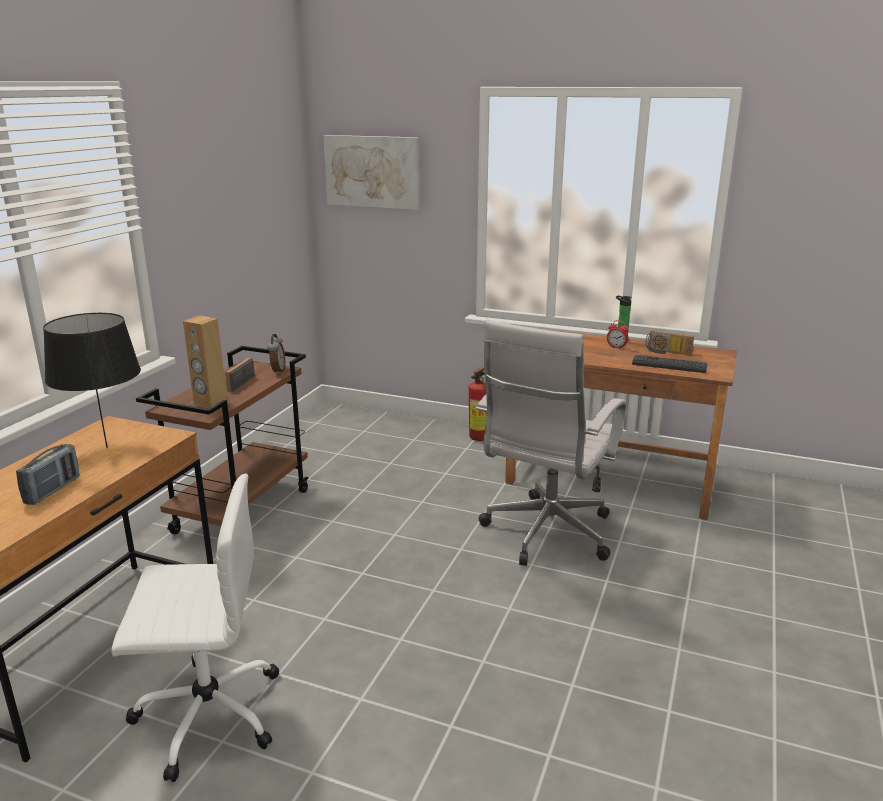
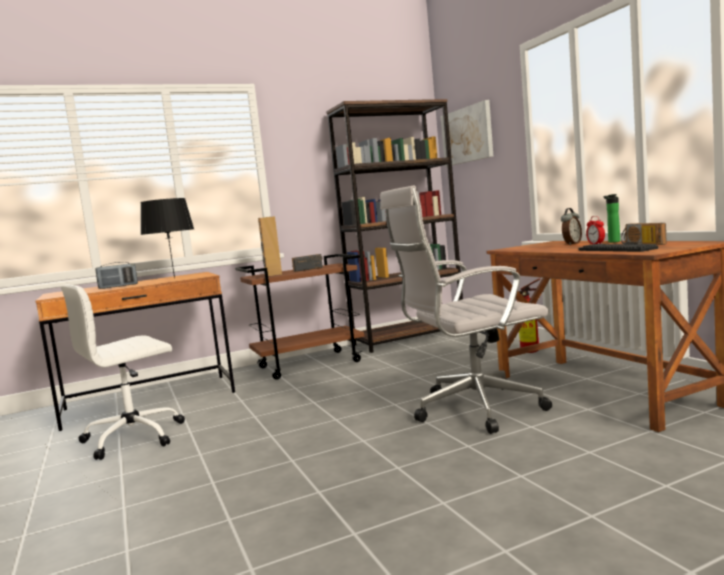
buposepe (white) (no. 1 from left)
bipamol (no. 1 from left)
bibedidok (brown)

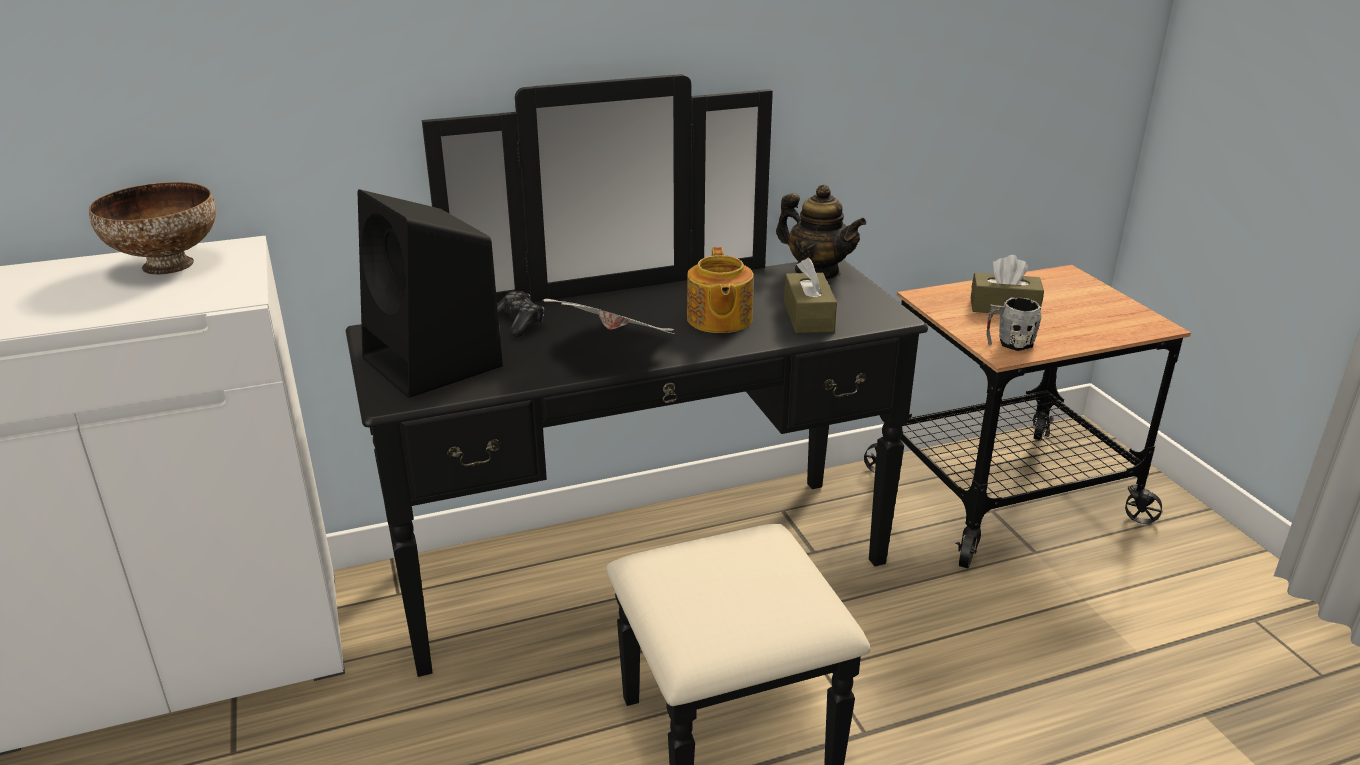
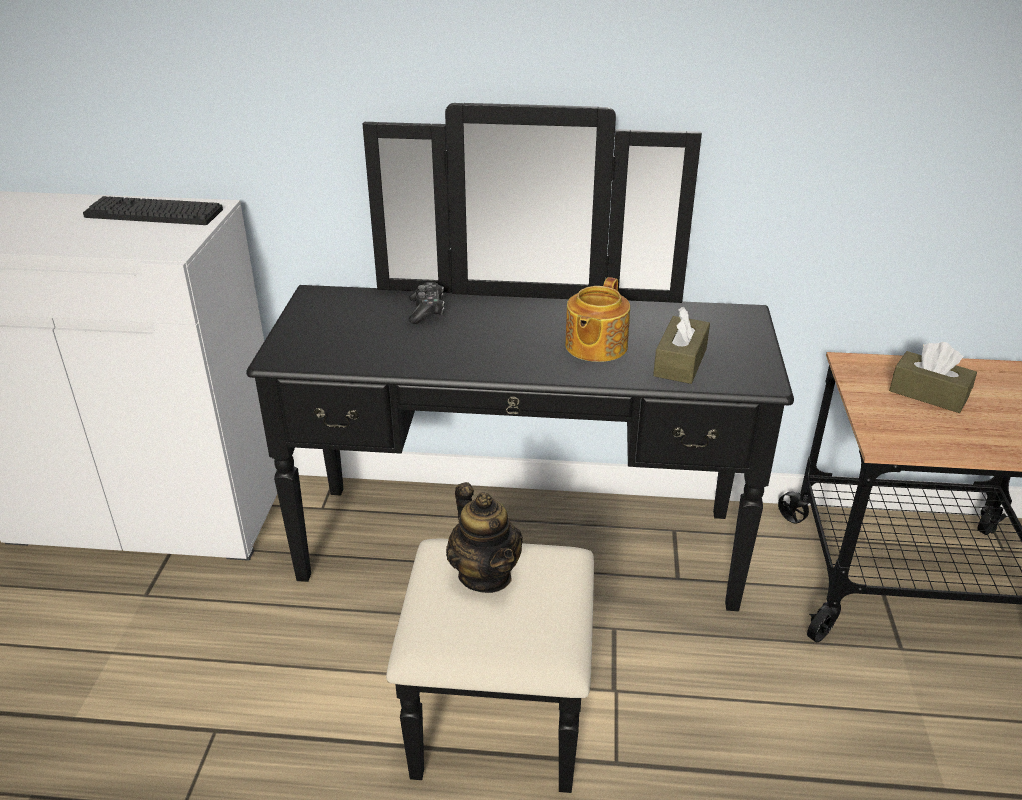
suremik
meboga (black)
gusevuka
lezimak (no. 1 from left)
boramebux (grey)

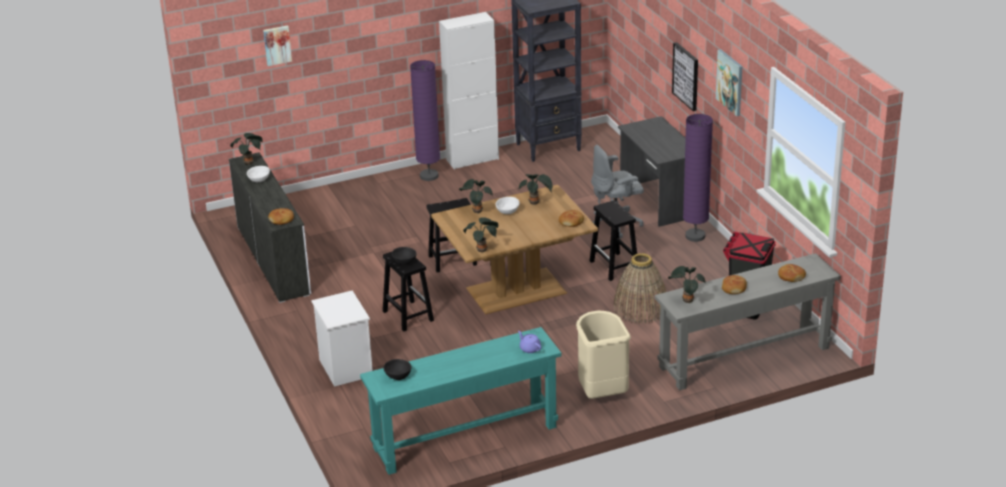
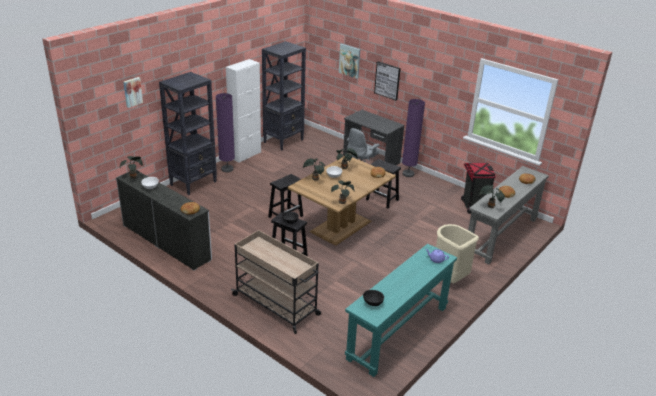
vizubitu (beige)
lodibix
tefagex (no. 2 from left)
bibedidok (black) (no. 1 from left)

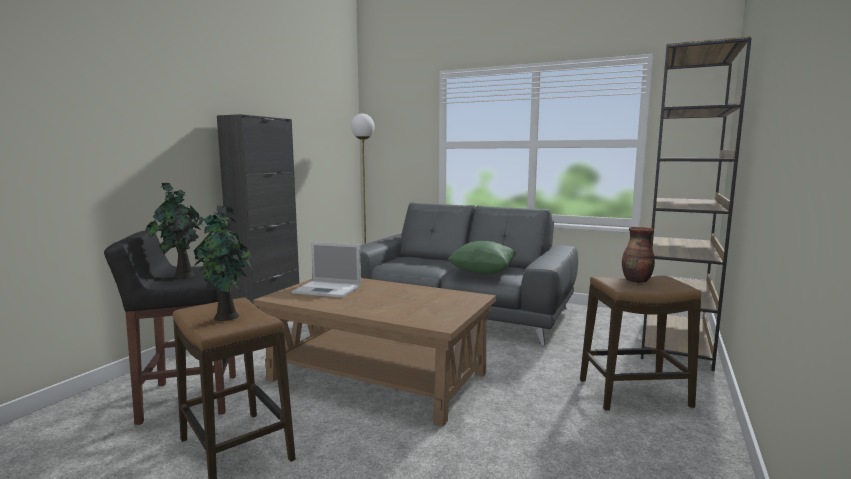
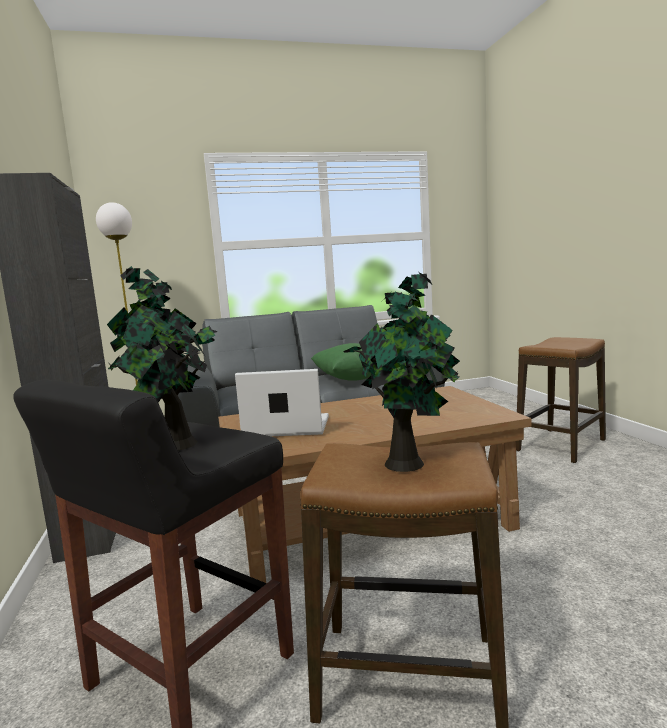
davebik
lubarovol
bibedidok (brown)

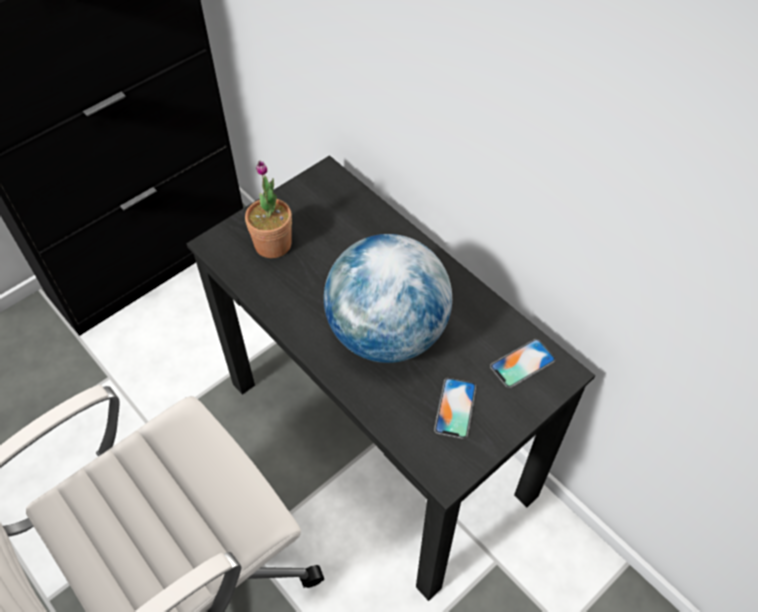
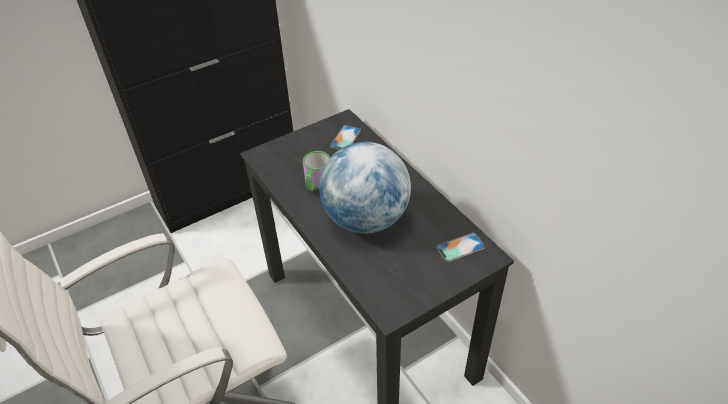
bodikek
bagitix (no. 1 from left)
boramebux

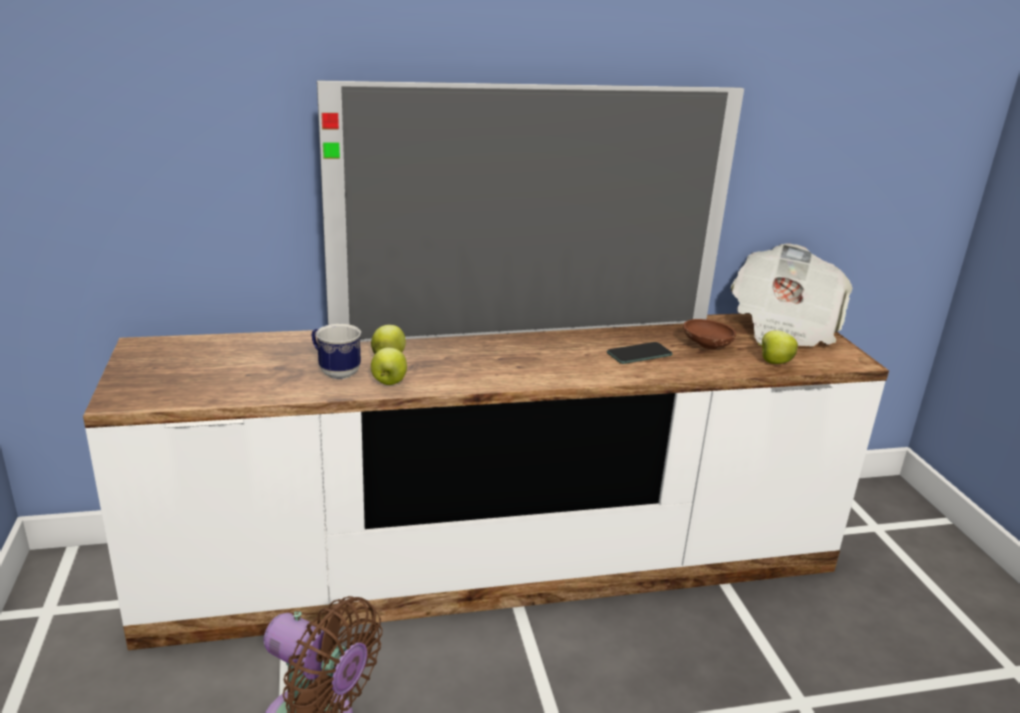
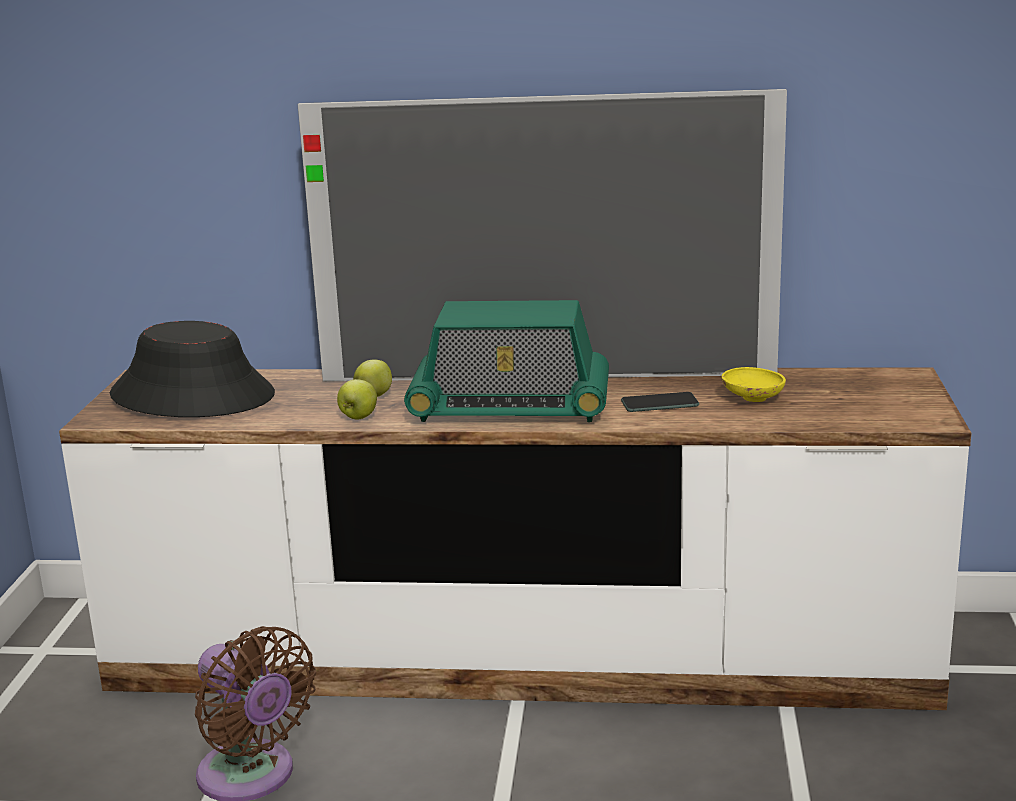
boramebux
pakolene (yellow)
gusevuka
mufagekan (no. 3 from left in the first image)
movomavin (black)
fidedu

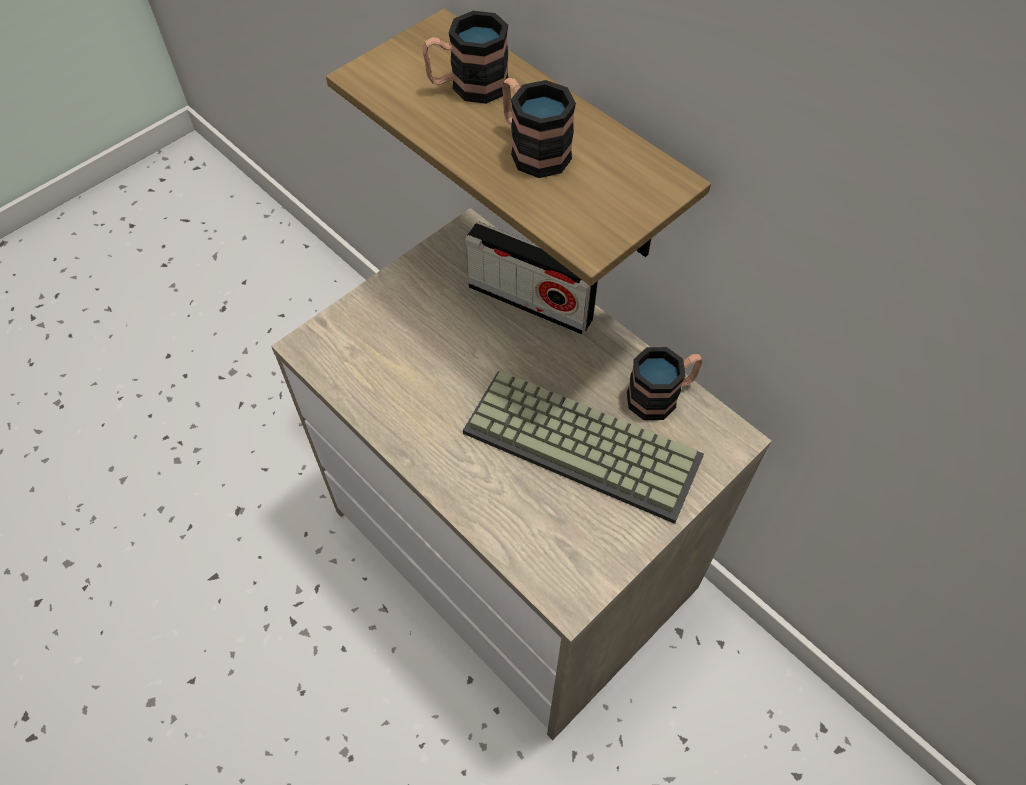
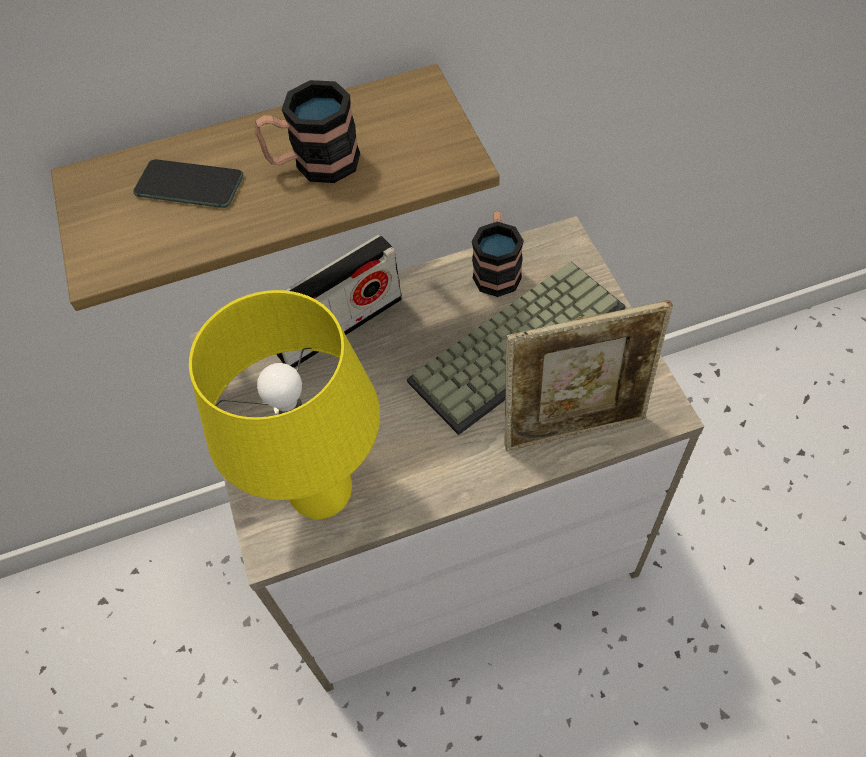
bagitix
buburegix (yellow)
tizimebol

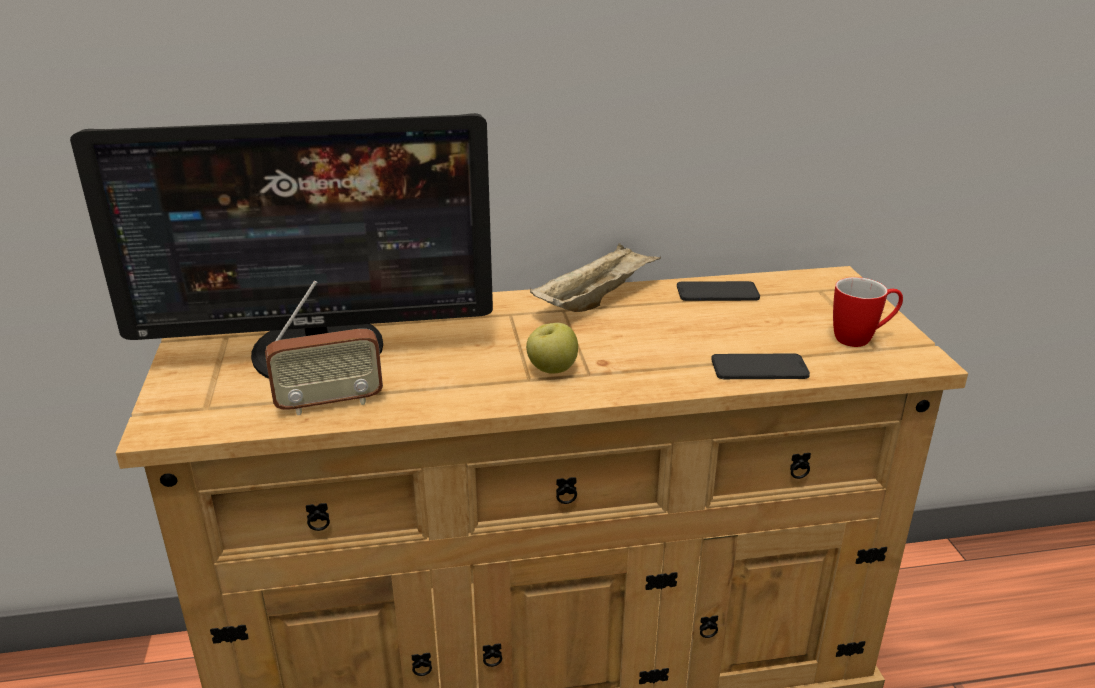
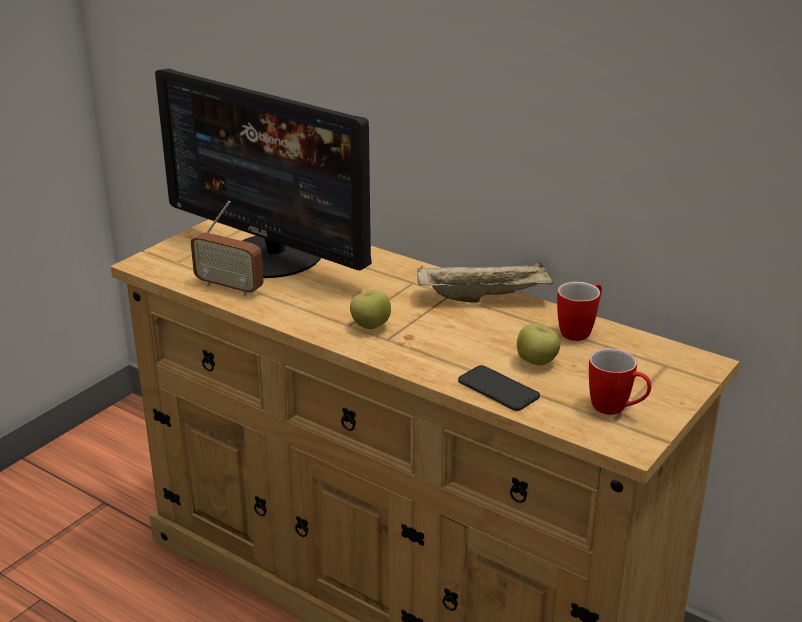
boramebux (no. 1 from left)
mufagekan (no. 2 from left)

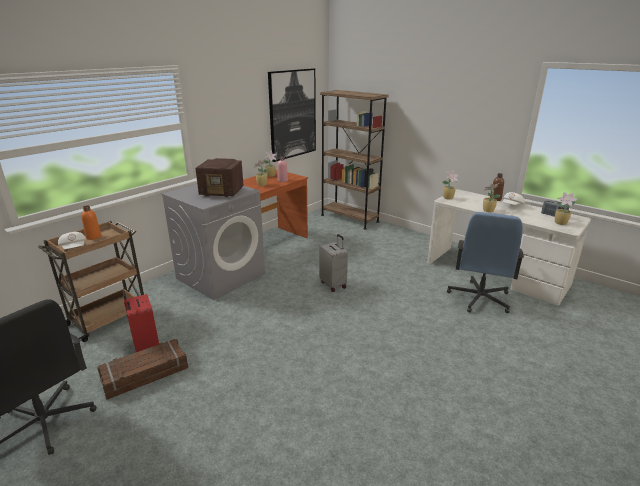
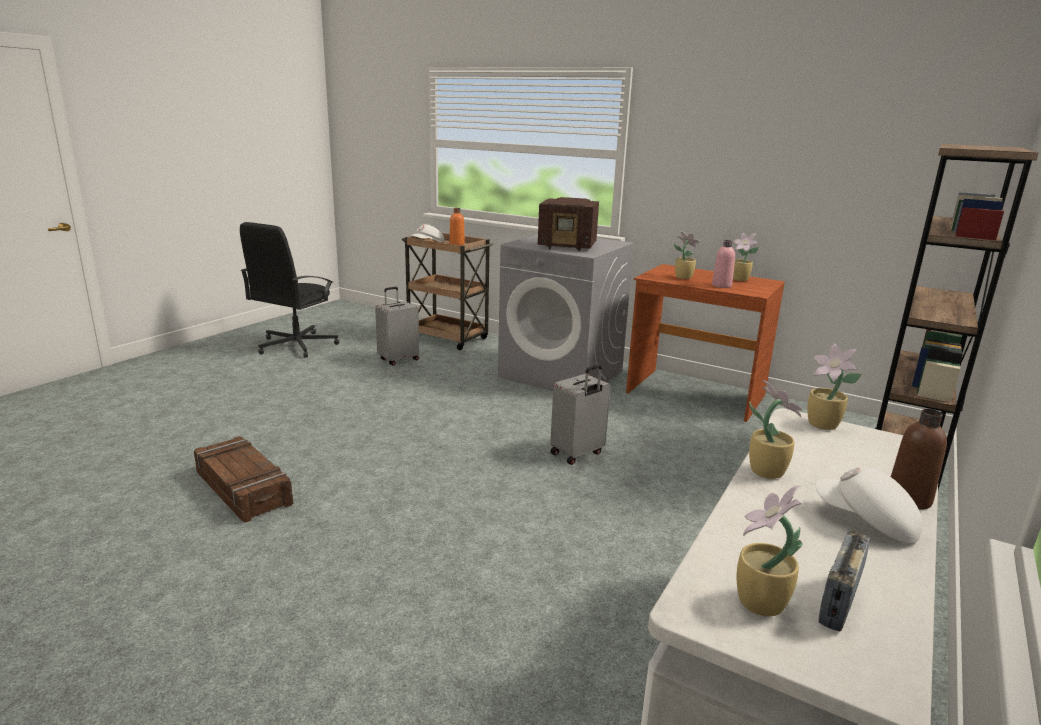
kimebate
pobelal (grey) (no. 1 from left)
fidedu (no. 1 from left)
tefagex
buposepe (blue)

